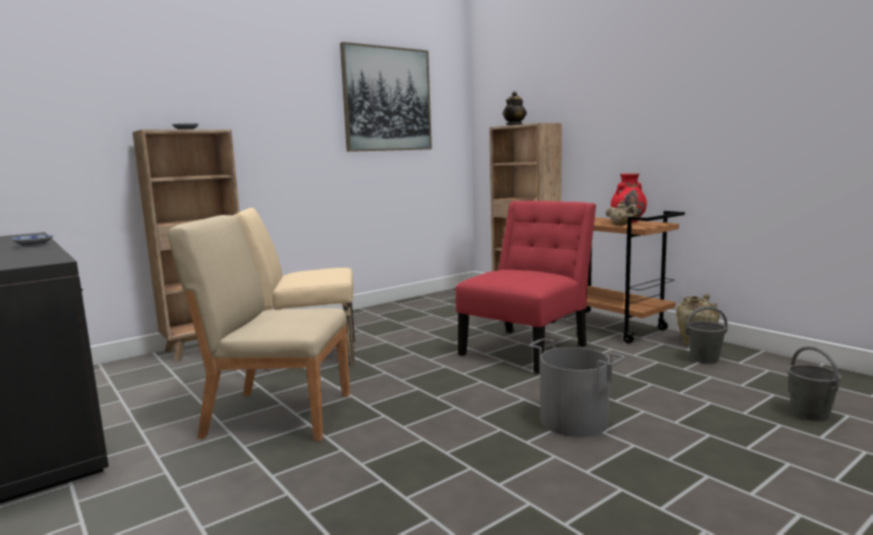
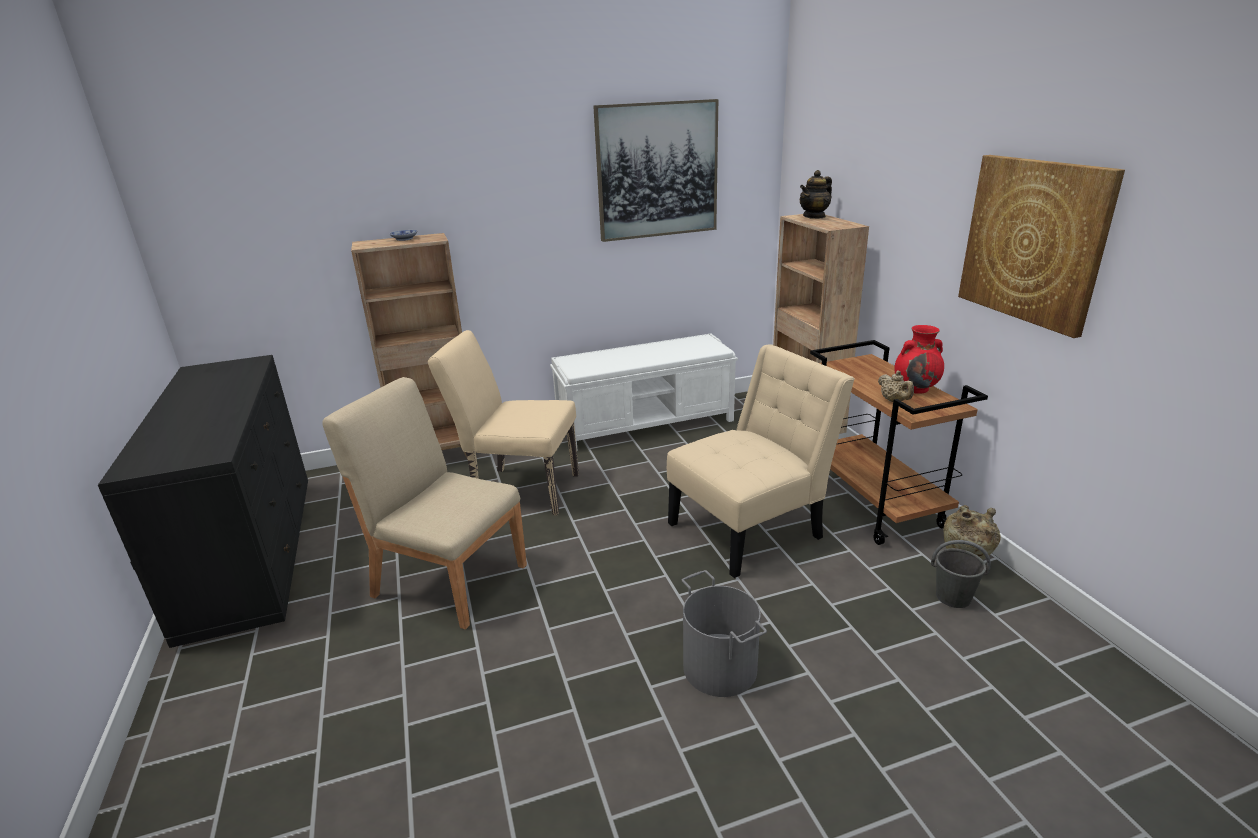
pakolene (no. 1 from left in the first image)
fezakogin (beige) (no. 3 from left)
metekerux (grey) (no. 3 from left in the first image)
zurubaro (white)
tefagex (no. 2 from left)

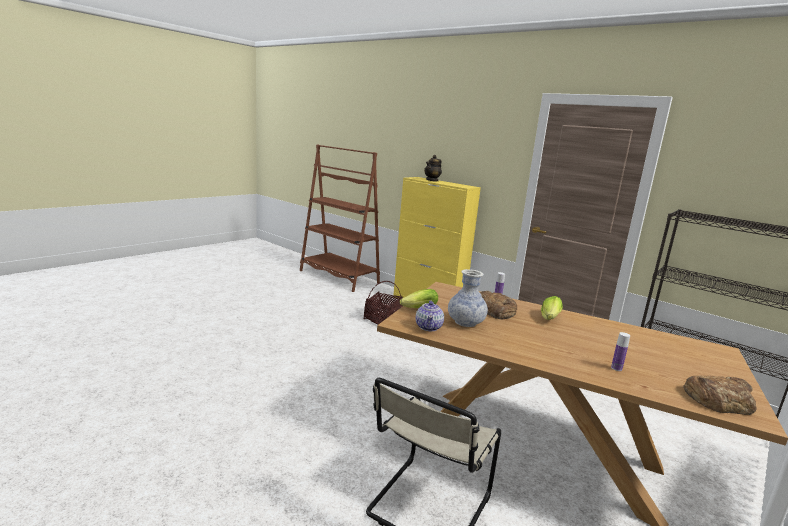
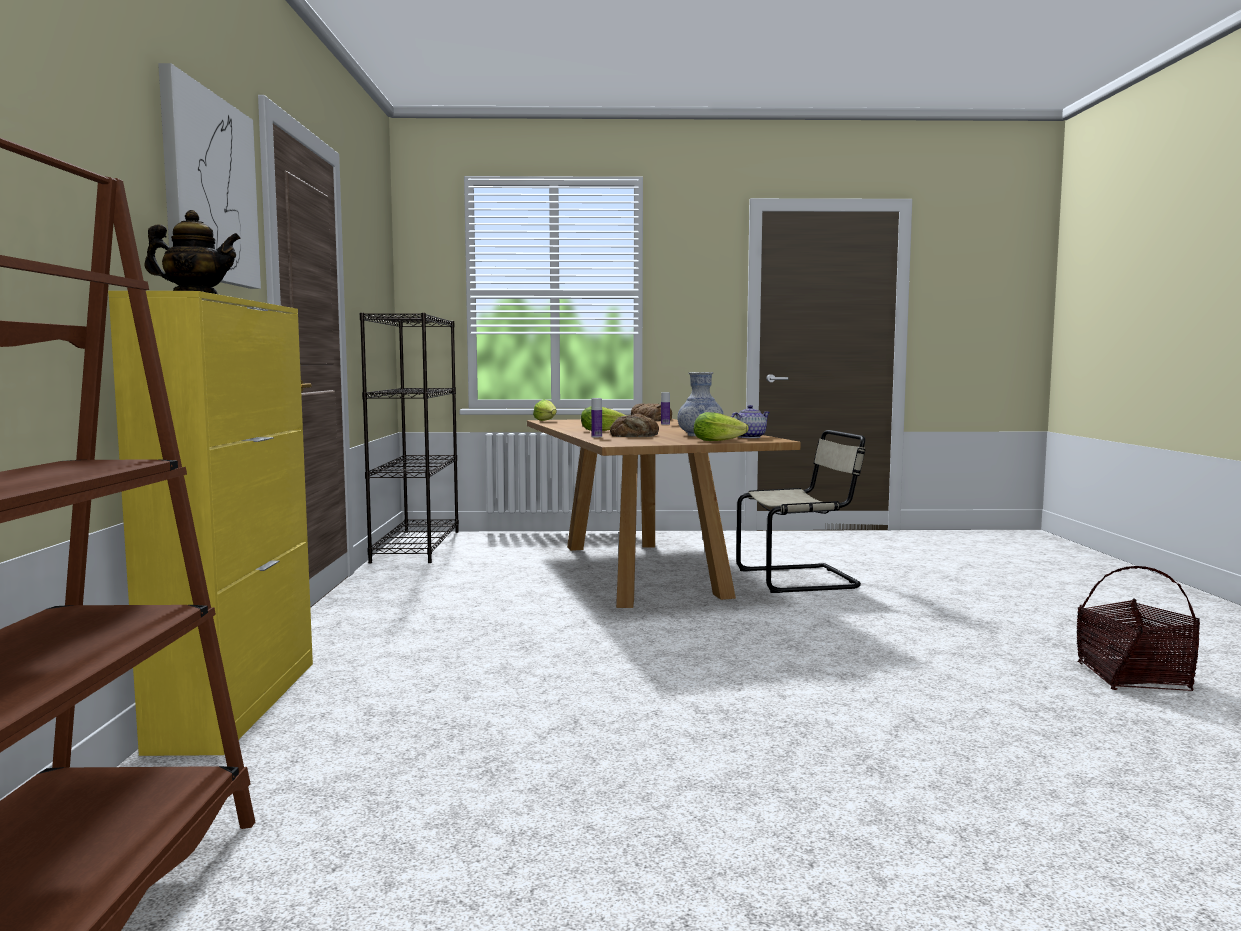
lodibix
tefagex
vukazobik (no. 1 from left)

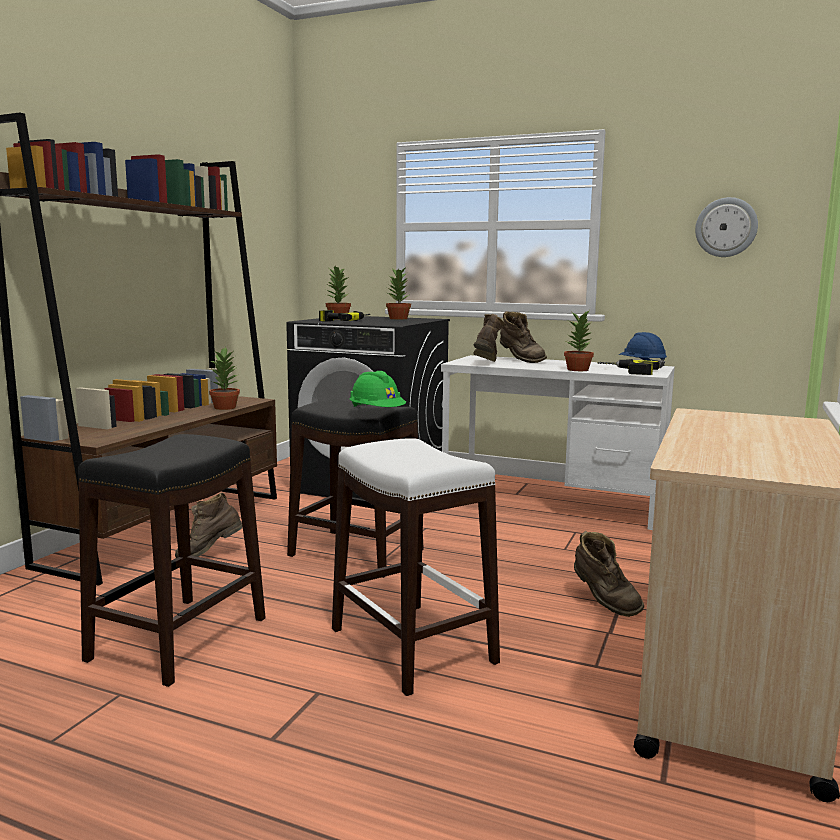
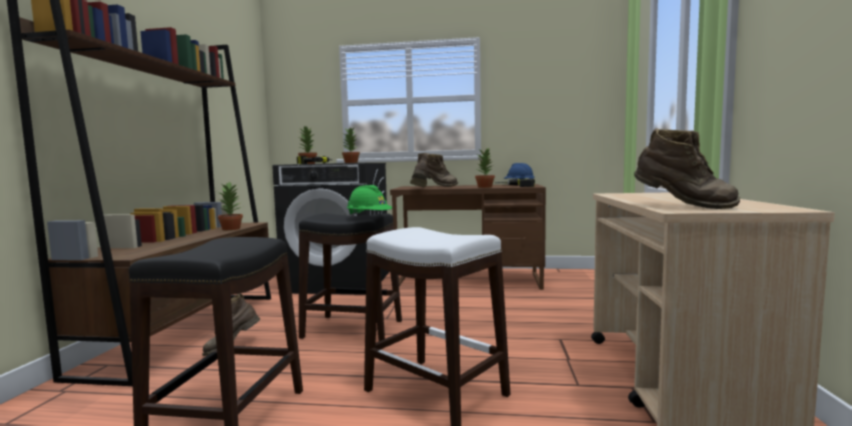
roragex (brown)
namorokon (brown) (no. 4 from left)
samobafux

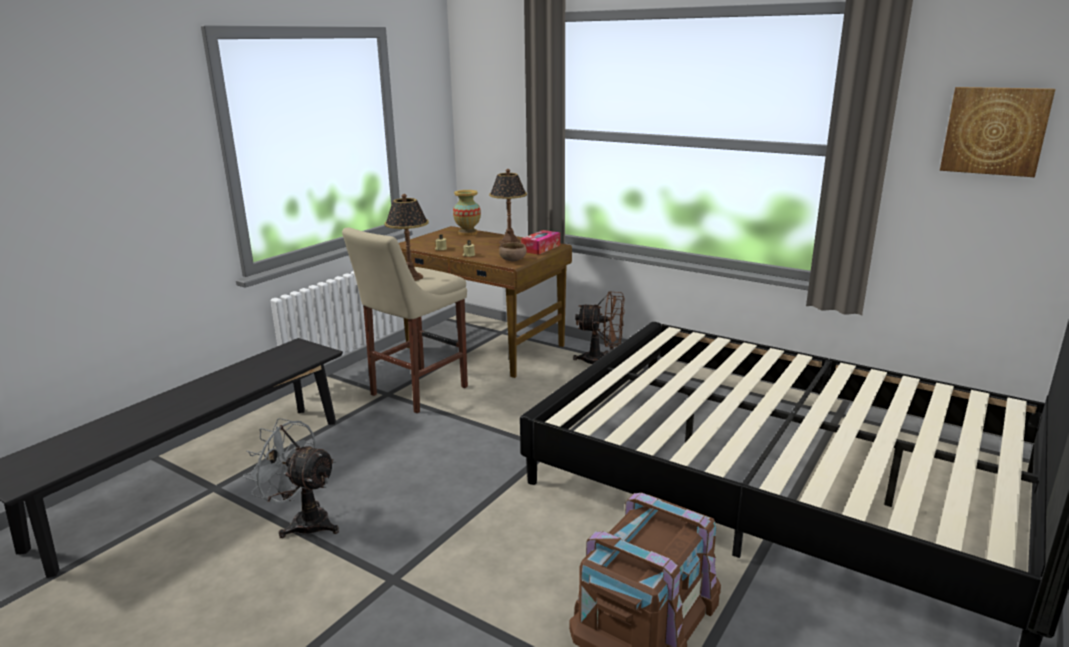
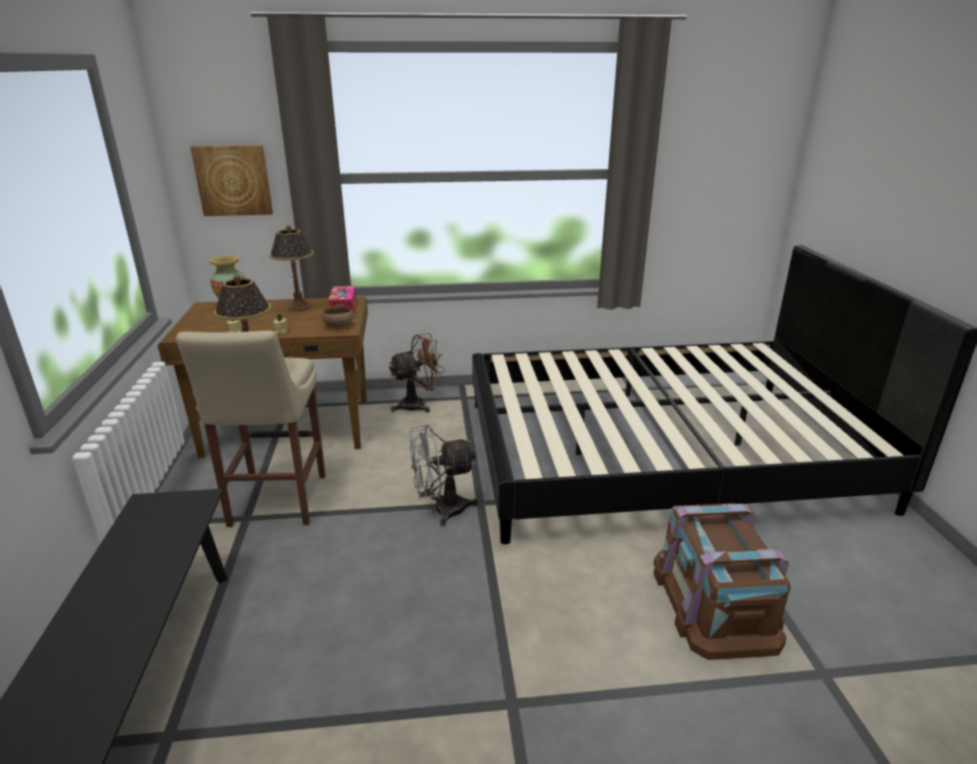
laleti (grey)
tefagex

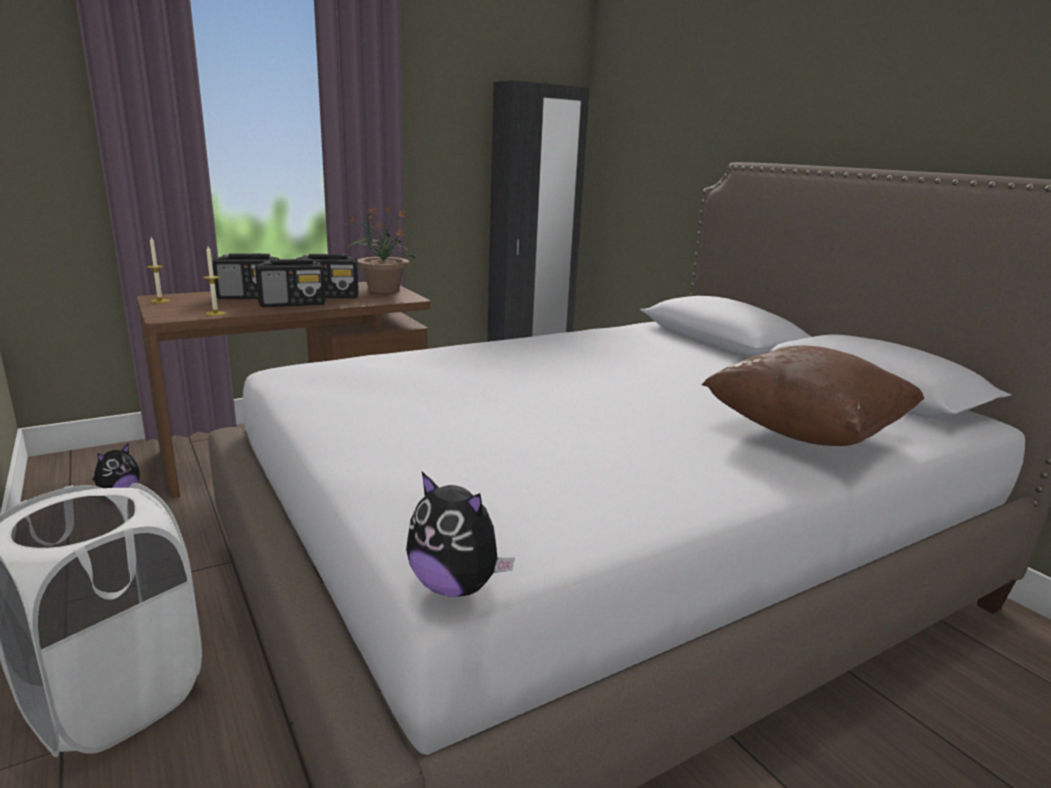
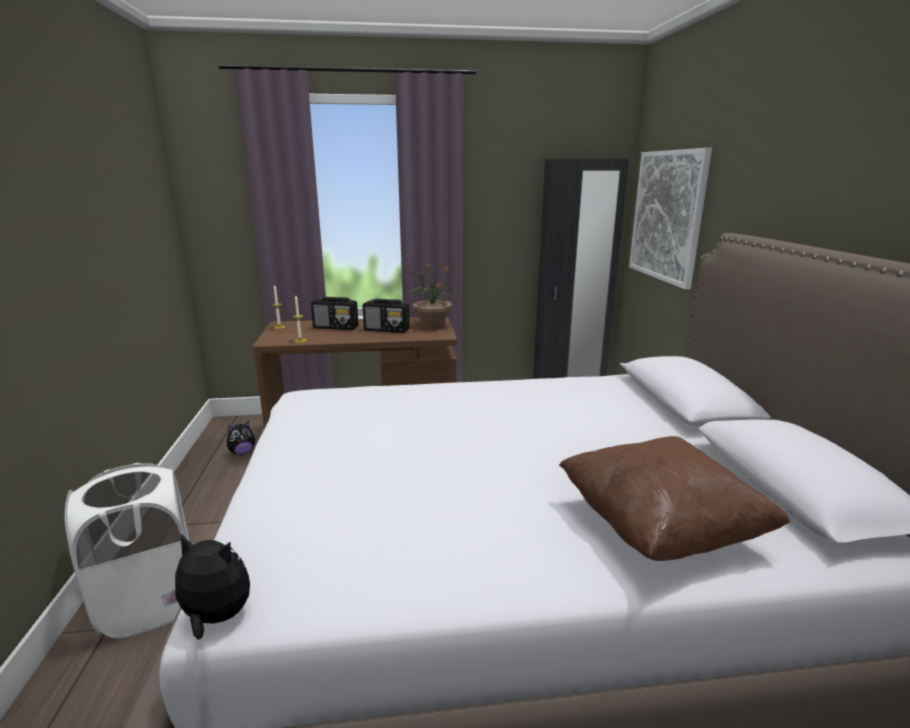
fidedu (no. 2 from left in the first image)
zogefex (no. 1 from left)
tefagex

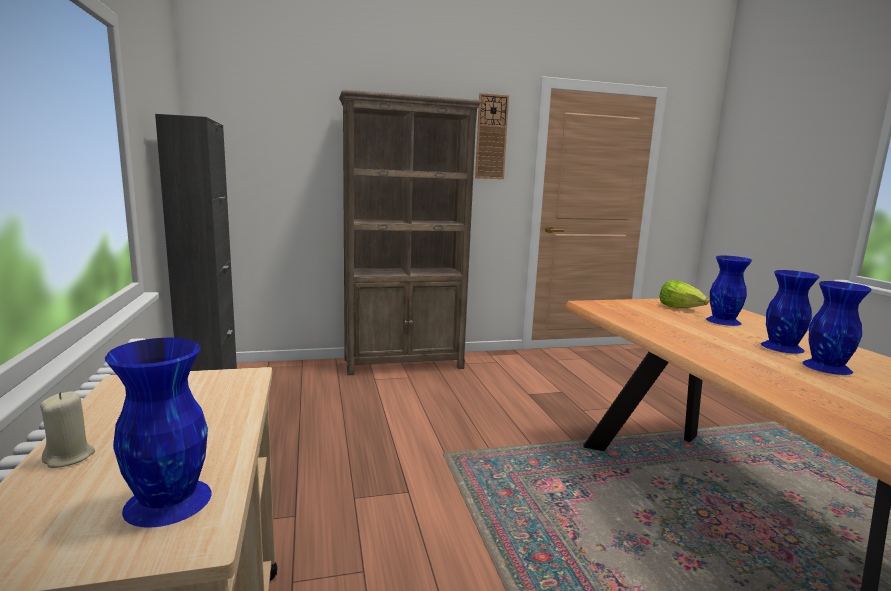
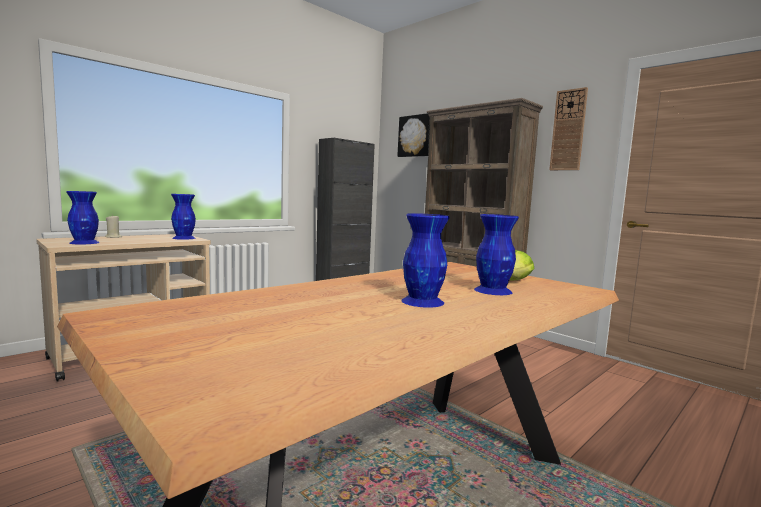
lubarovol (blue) (no. 2 from left)
tefagex

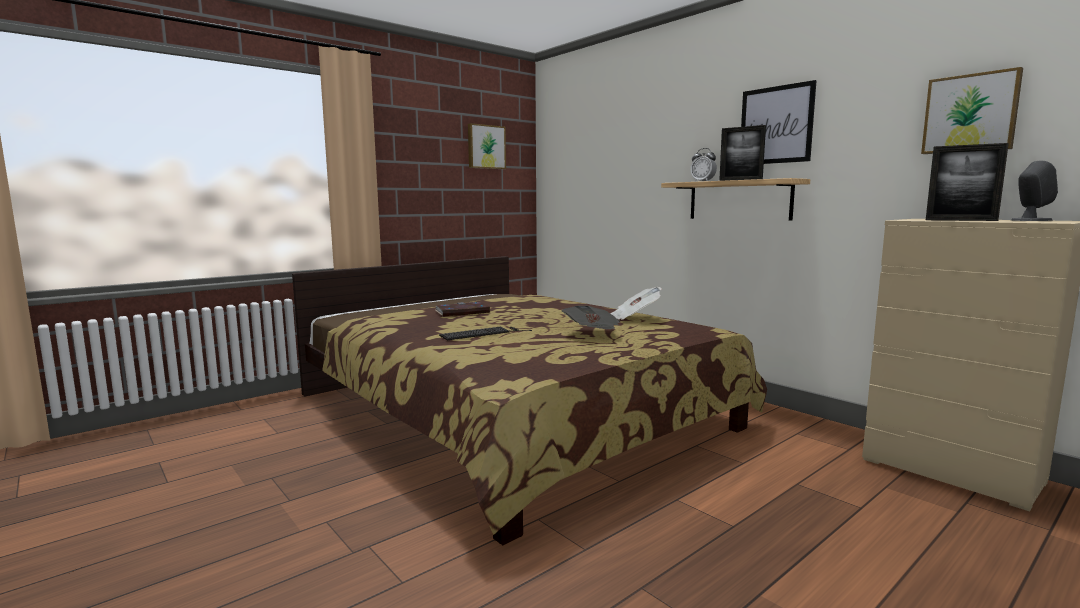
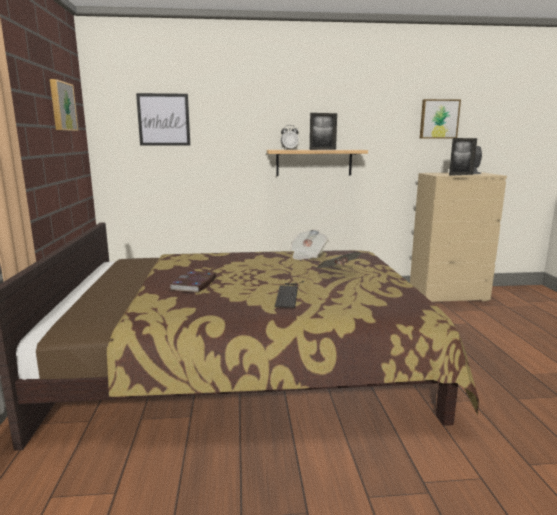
tefagex (no. 2 from left)

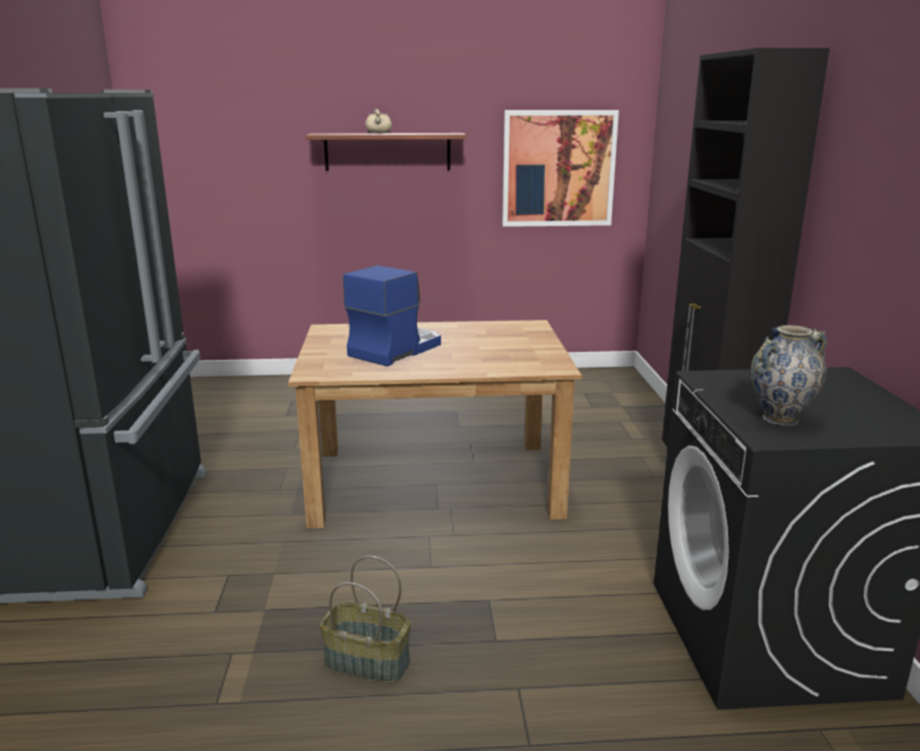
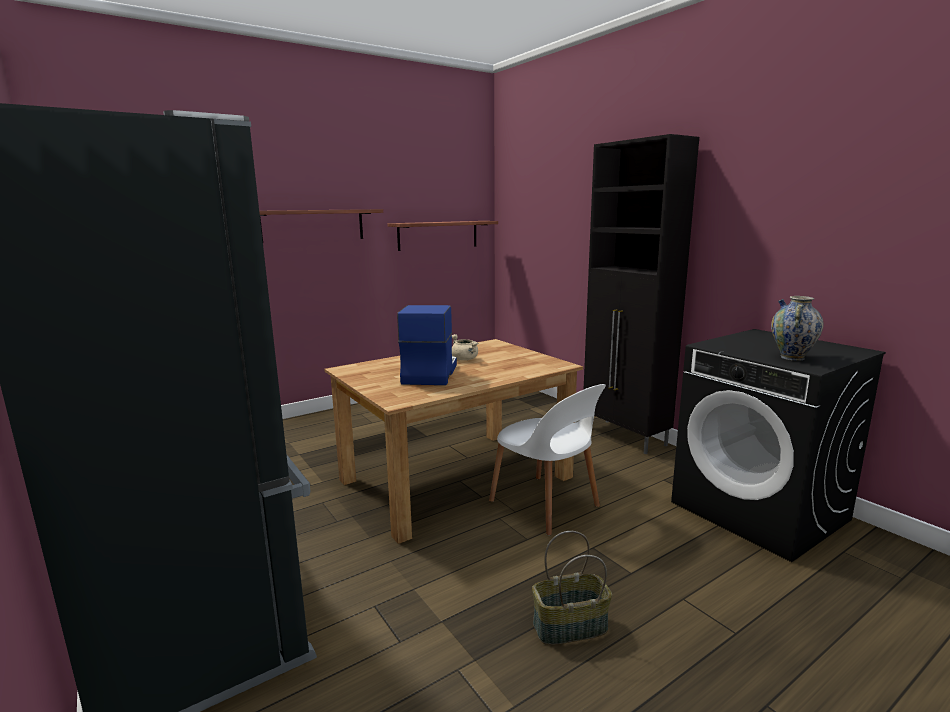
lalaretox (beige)
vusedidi (no. 2 from left)
fezakogin (white)

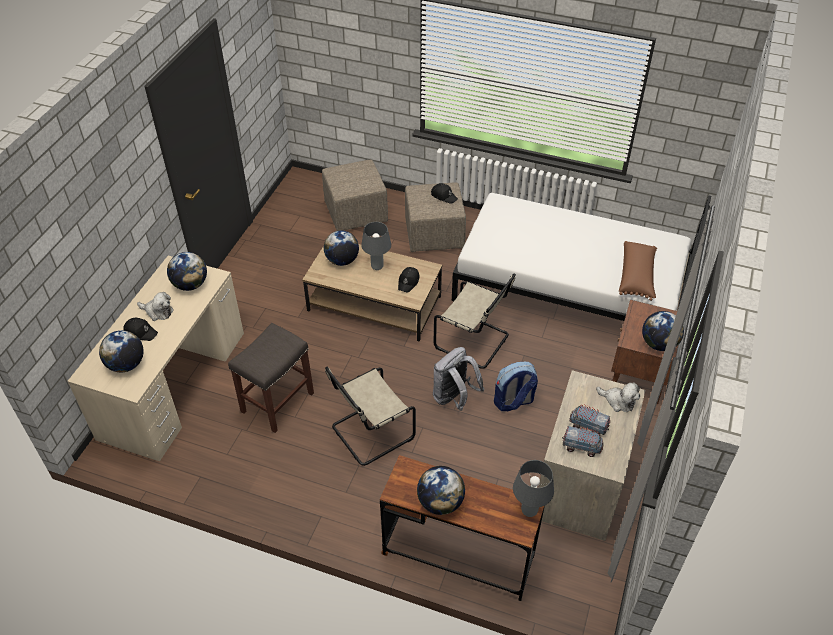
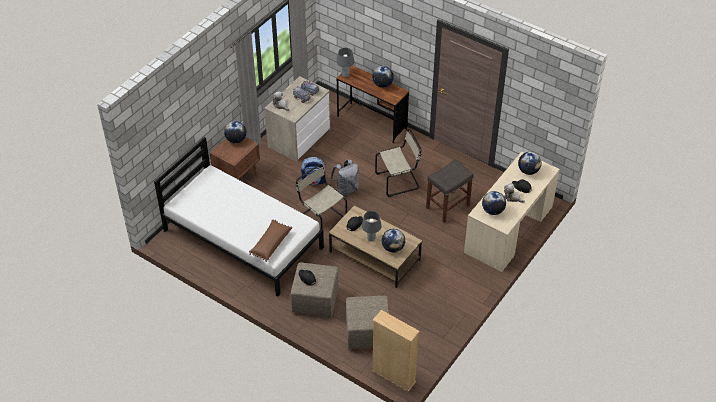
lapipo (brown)
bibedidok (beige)

